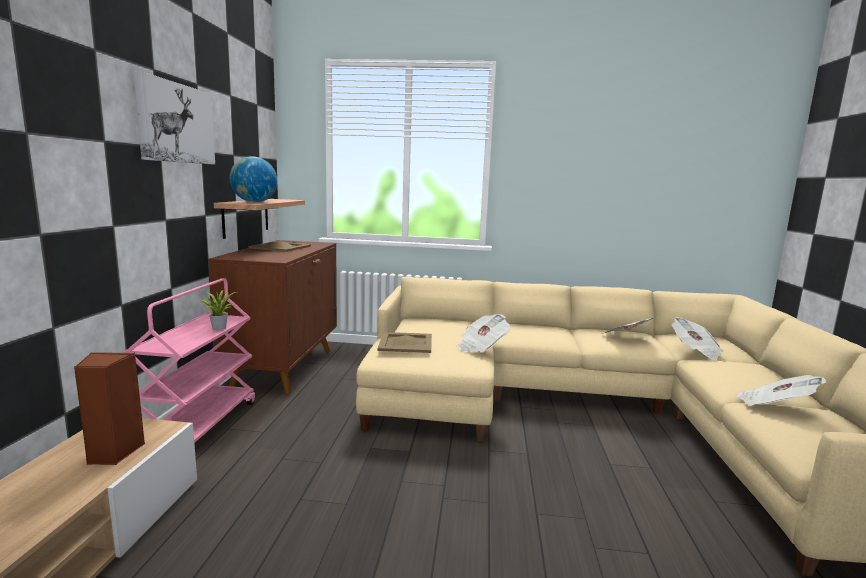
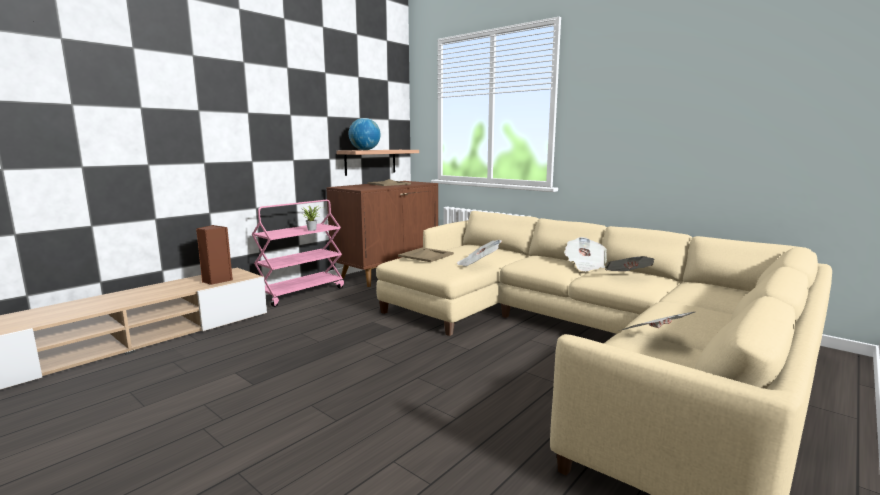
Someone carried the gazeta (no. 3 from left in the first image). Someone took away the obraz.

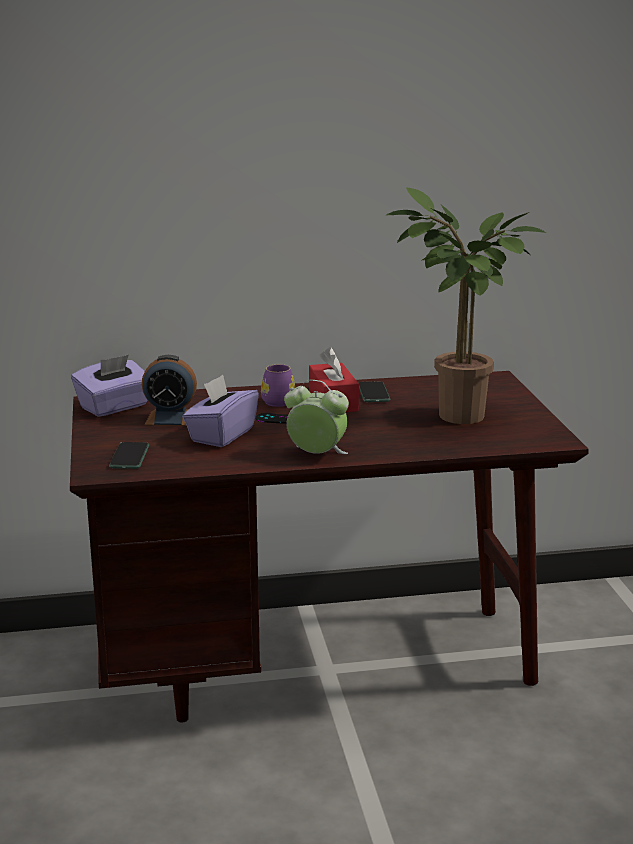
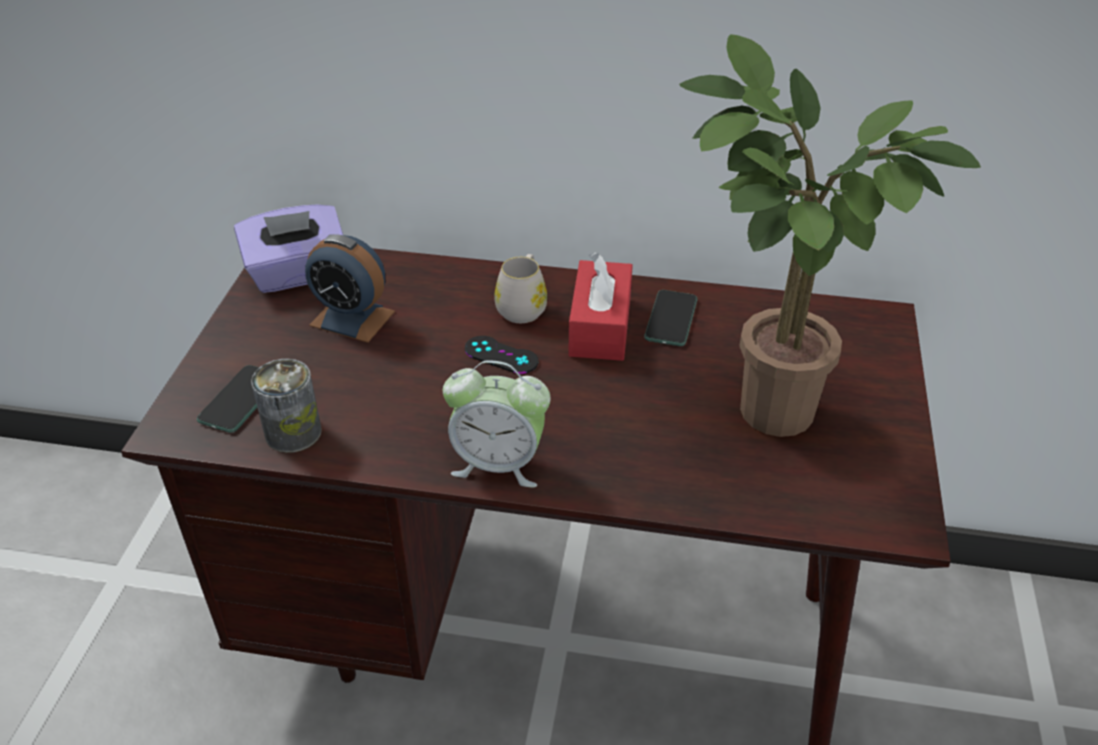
Someone put down the puszka. Someone rotated the budzik (no. 2 from left) by 150 degrees clockwise. Someone repainted the kubek (fioletowy), which became the kubek (biały). Someone took away the pudełko chusteczek (fioletowy) (no. 2 from left).

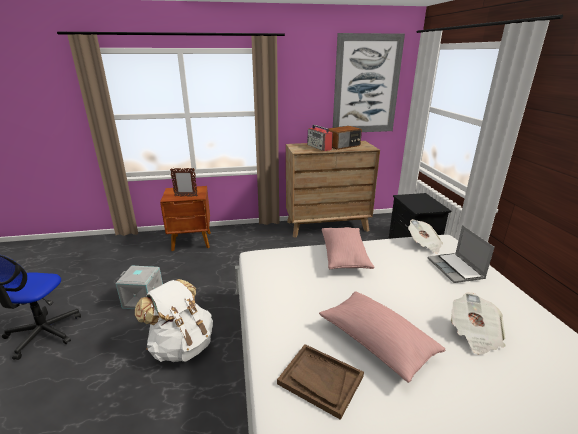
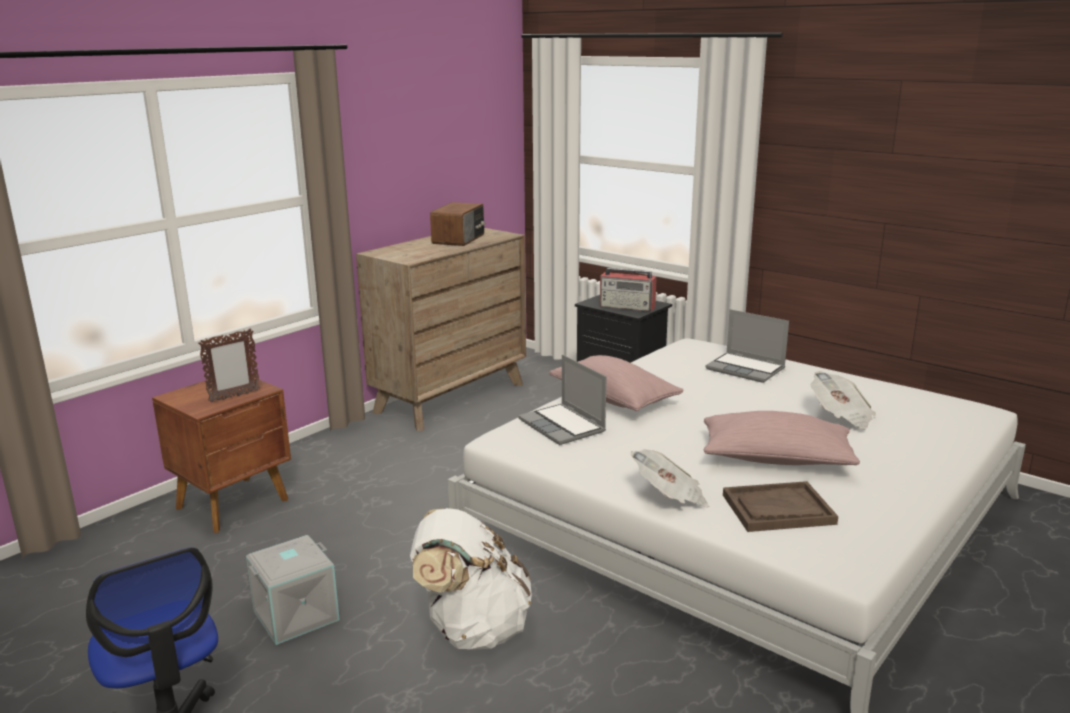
Someone put down the laptop (no. 1 from left). Someone carried the radio (no. 1 from left in the first image). Someone carried the gazeta (no. 1 from left). Someone took away the obraz.

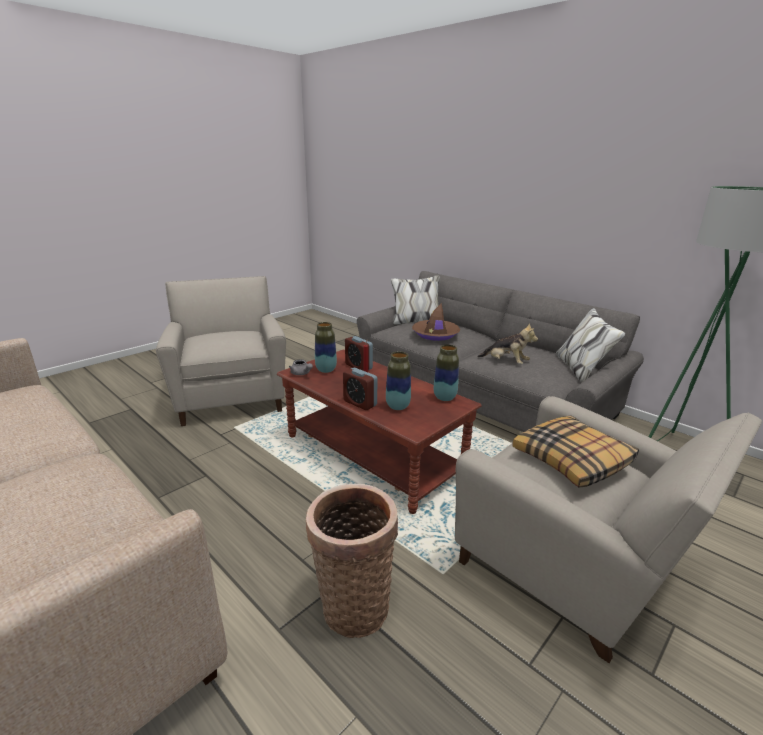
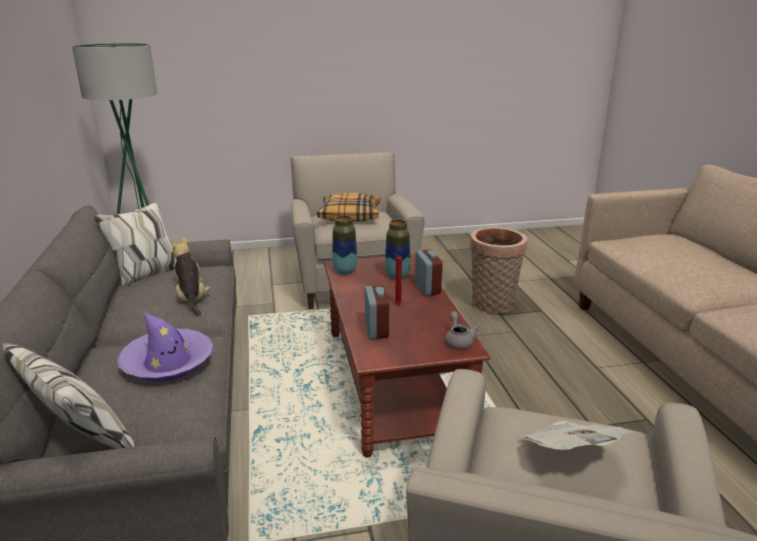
Someone repainted the kapelusz (brązowy), which became the kapelusz (fioletowy). Someone put down the gazeta. Someone took away the wazon (no. 1 from left).

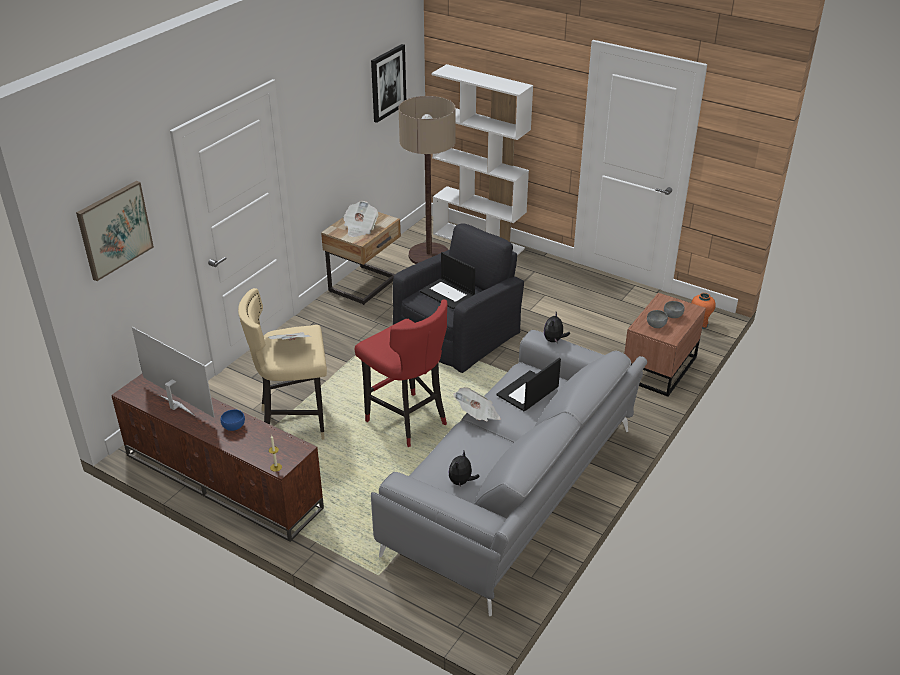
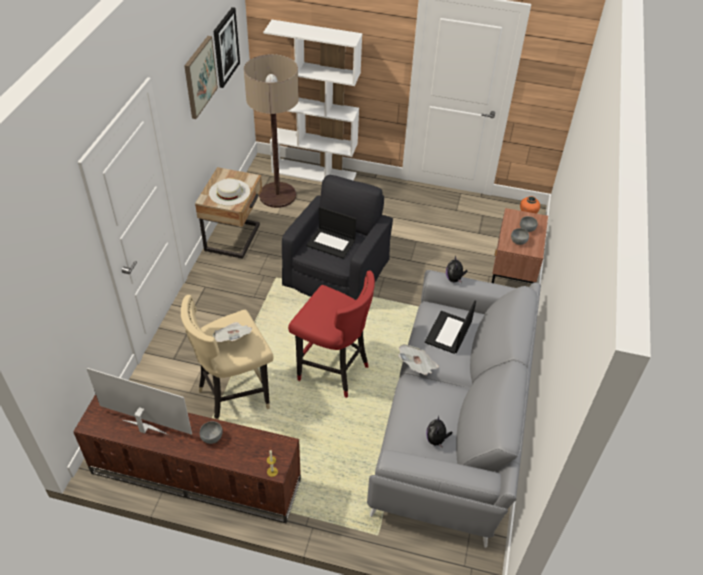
Someone carried the obraz (no. 1 from left). Someone repainted the miska (niebieski), which became the miska (szary) (no. 1 from left). Someone swapped the gazeta (no. 2 from left) for the kapelusz (biały).

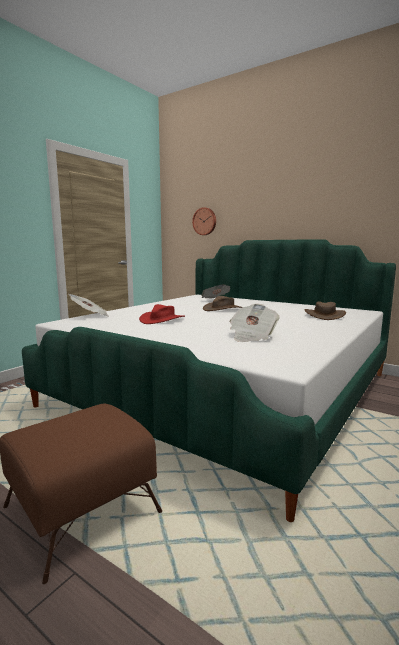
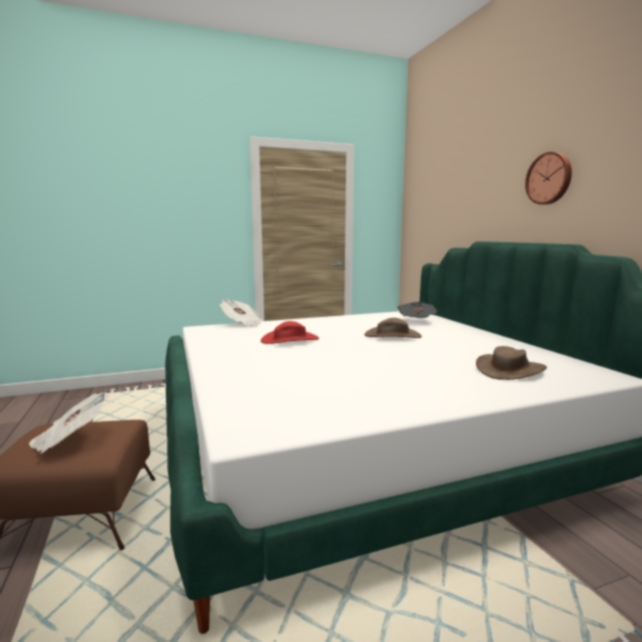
Someone carried the gazeta (no. 3 from left in the first image). Someone carried the zegar ścienny.

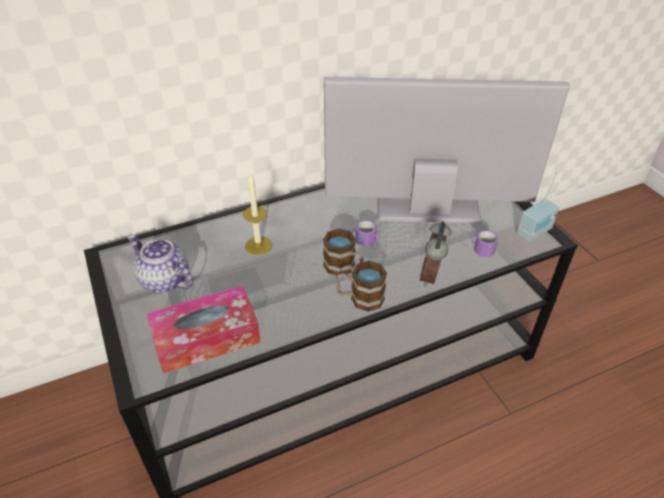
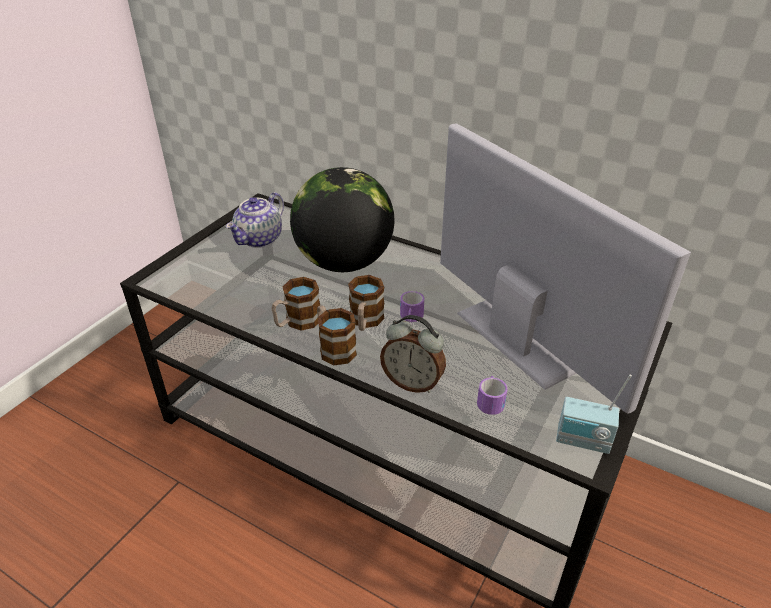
Someone rotated the imbryk by 150 degrees counterclockwise. Someone put down the kubek (no. 1 from left). Someone swapped the świeca for the globus. Someone rotated the budzik by 135 degrees counterclockwise. Someone took away the pudełko chusteczek.

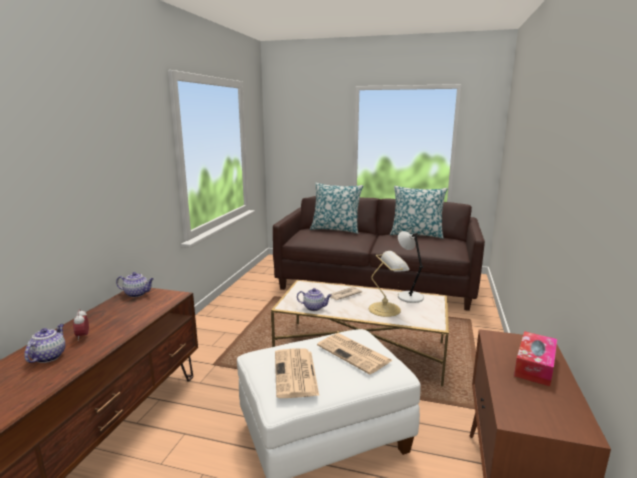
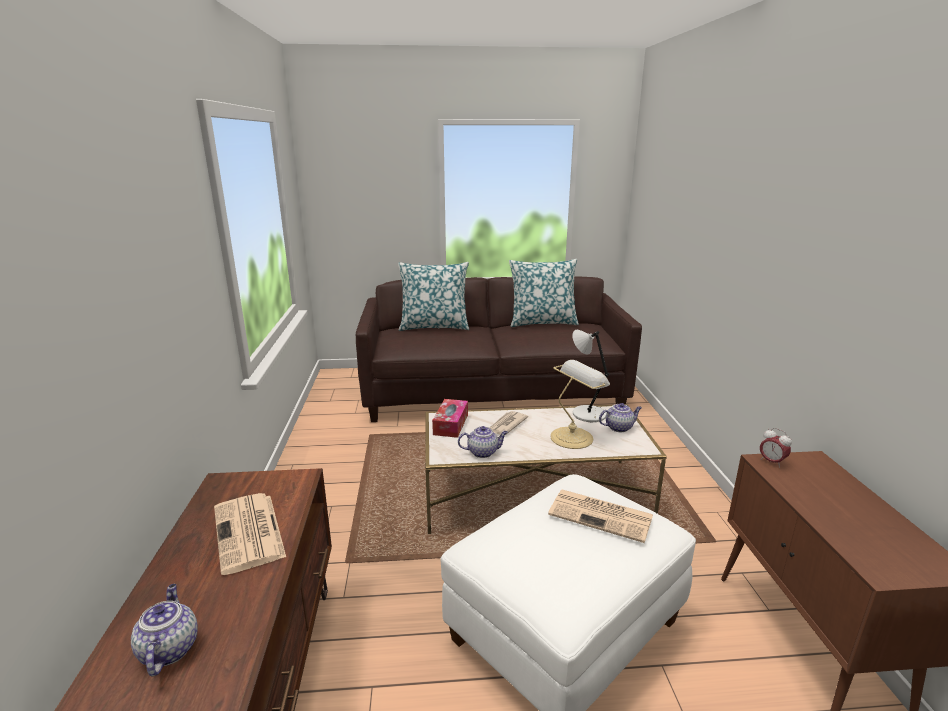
Someone carried the gazeta (no. 1 from left). Someone carried the pudełko chusteczek. Someone carried the imbryk (no. 2 from left in the first image). Someone carried the budzik.

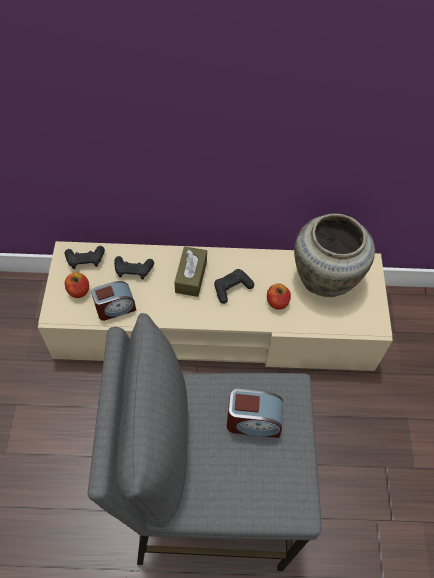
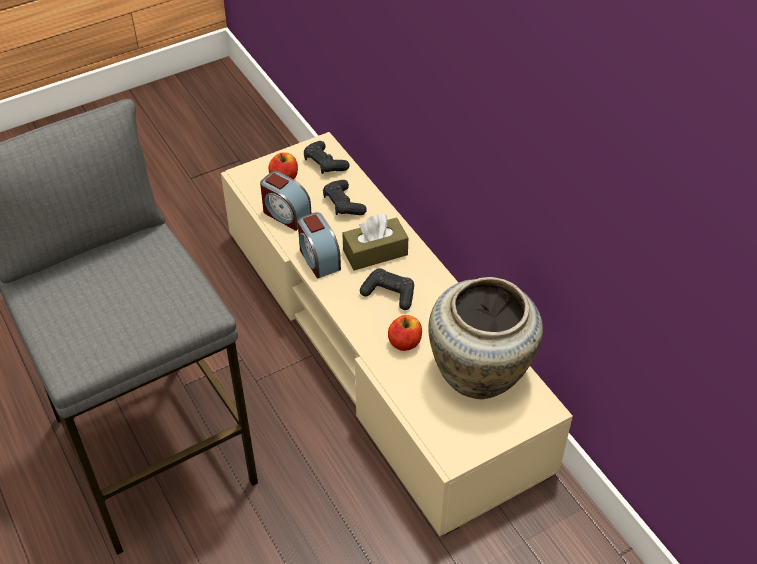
Someone carried the budzik (no. 2 from left).

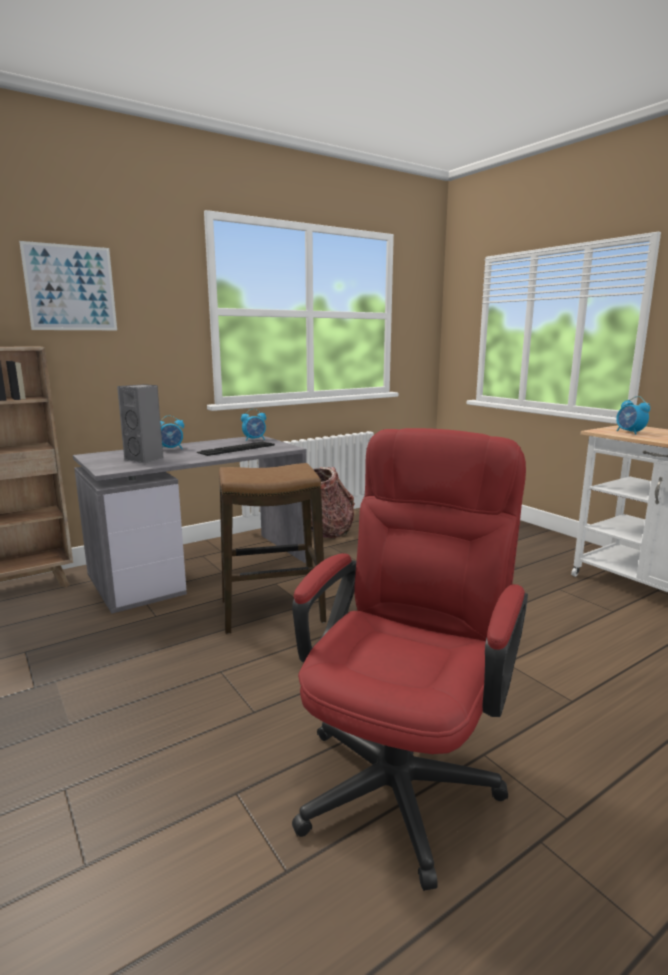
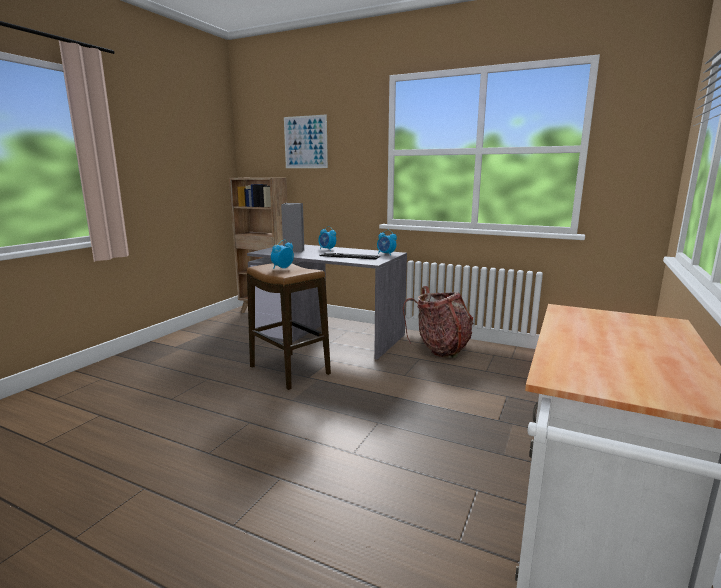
Someone carried the budzik (no. 3 from left in the first image). Someone took away the krzesło biurowe (czerwony).

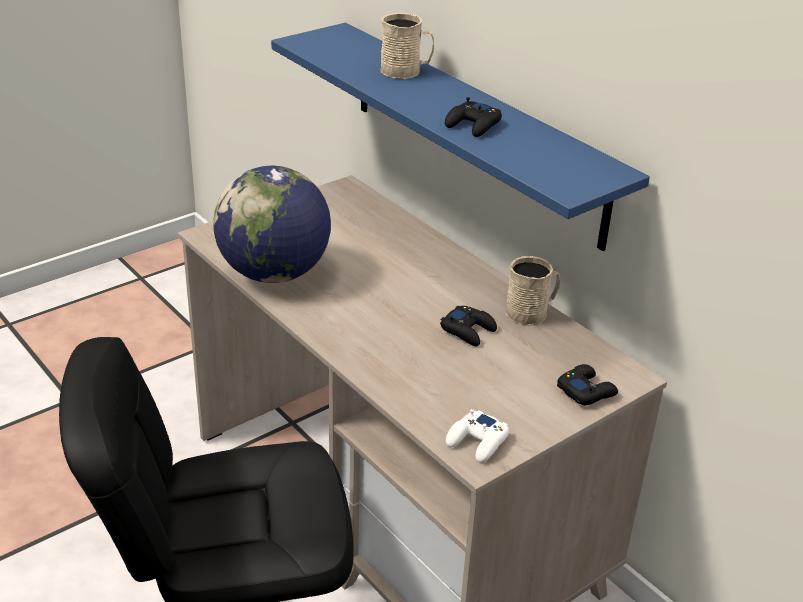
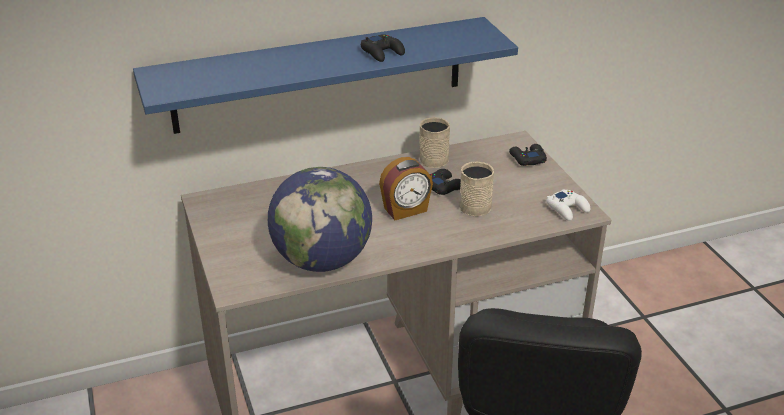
Someone put down the budzik. Someone carried the kubek (beżowy) (no. 1 from left in the first image).

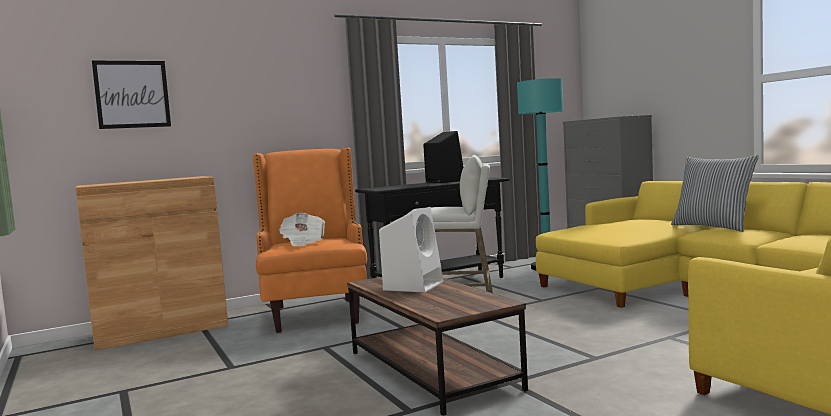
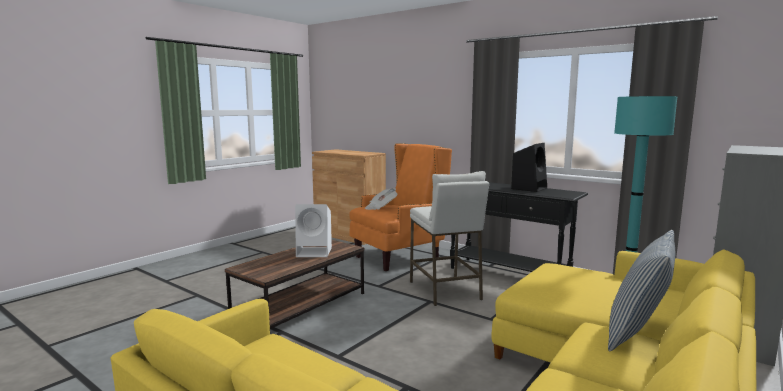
Someone took away the obraz.

